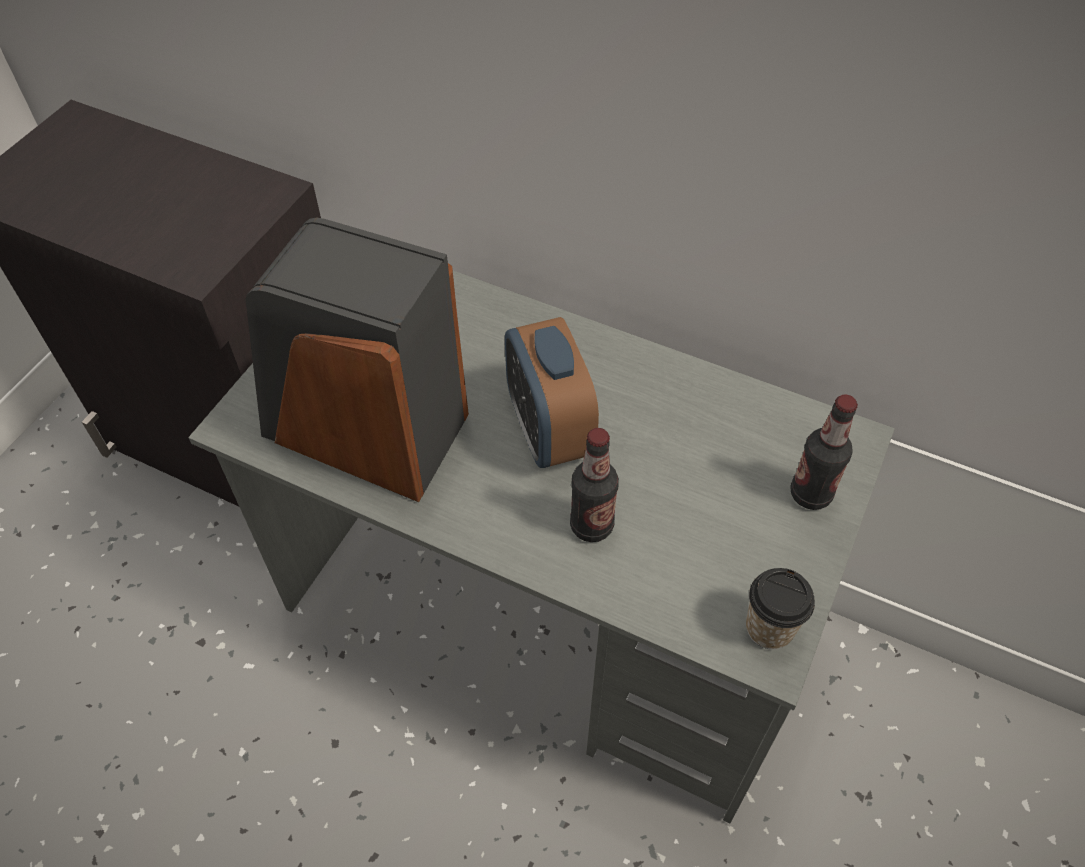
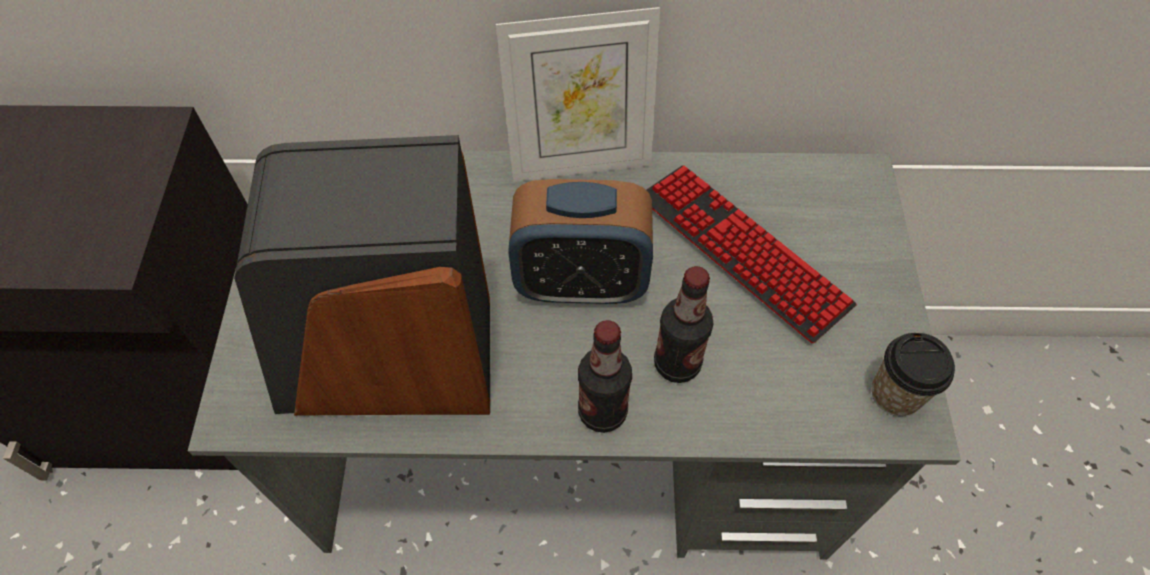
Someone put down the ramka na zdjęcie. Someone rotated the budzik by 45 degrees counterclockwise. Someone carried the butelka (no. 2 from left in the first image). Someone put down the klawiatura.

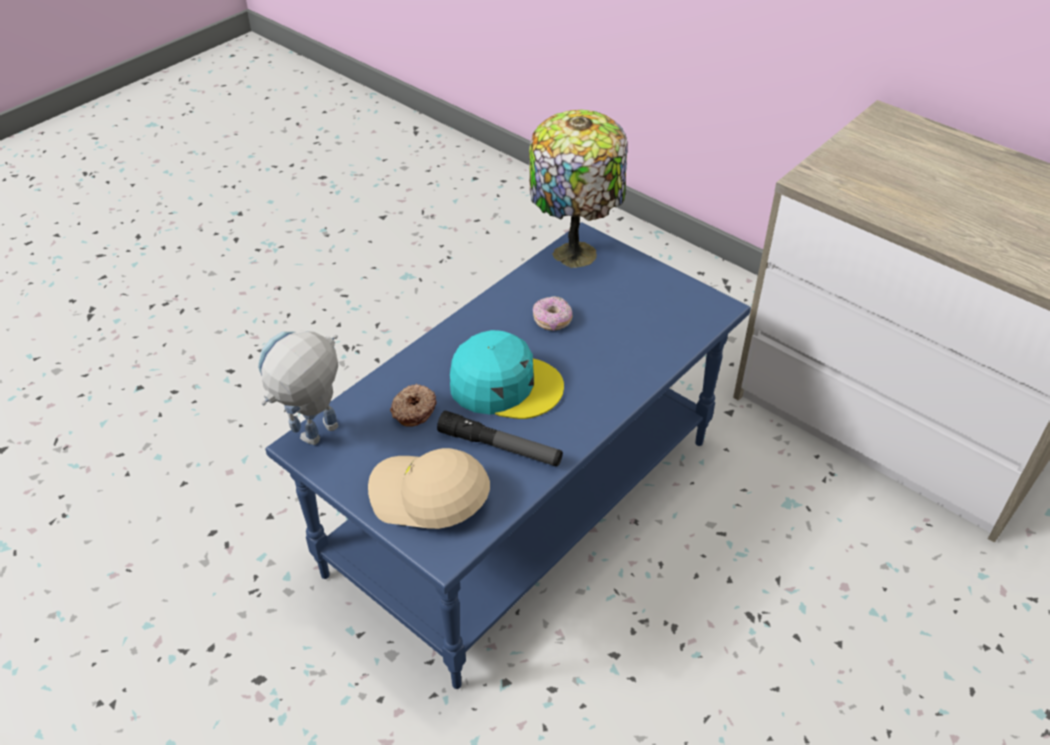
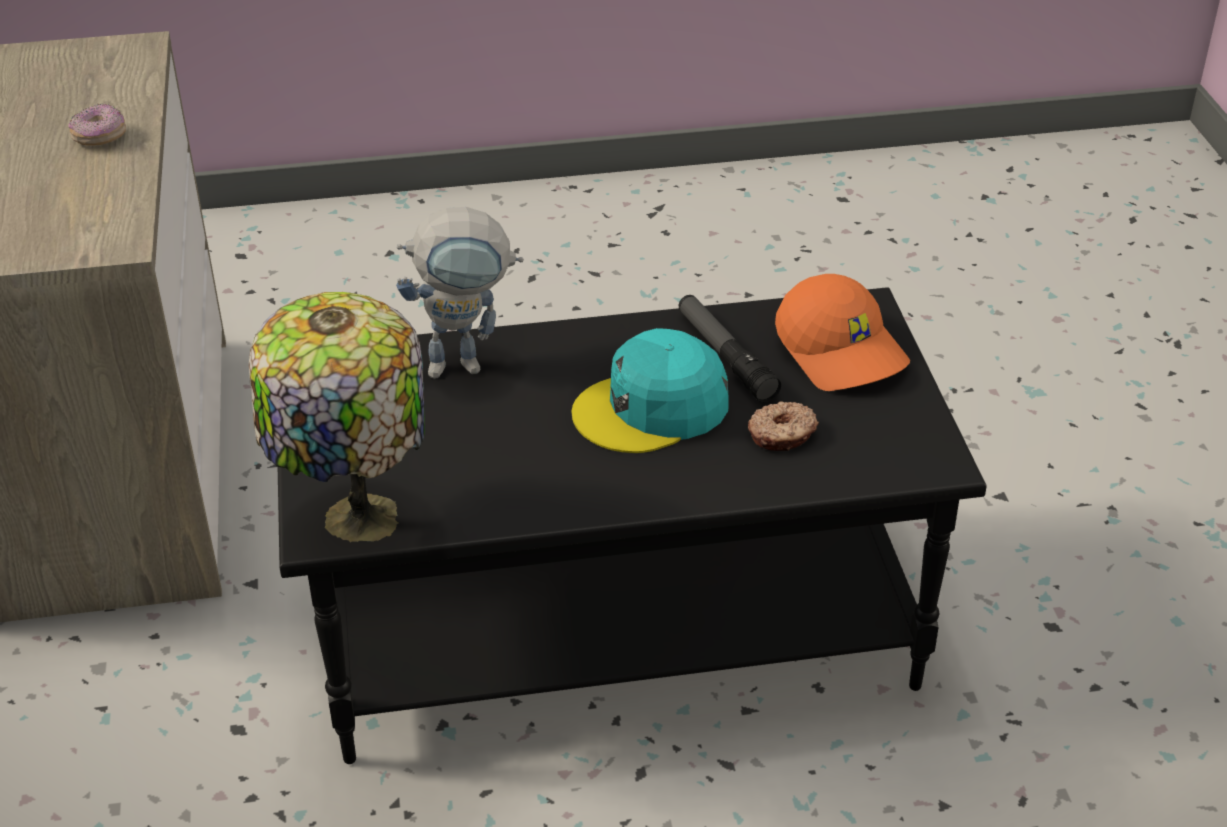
Someone carried the donut (no. 2 from left in the first image). Someone repainted the ława (niebieski), which became the ława (czarny). Someone carried the robot zabawkowy. Someone rotated the czapka z daszkiem (turkusowy) by 75 degrees counterclockwise. Someone repainted the czapka z daszkiem (beżowy), which became the czapka z daszkiem (pomarańczowy).

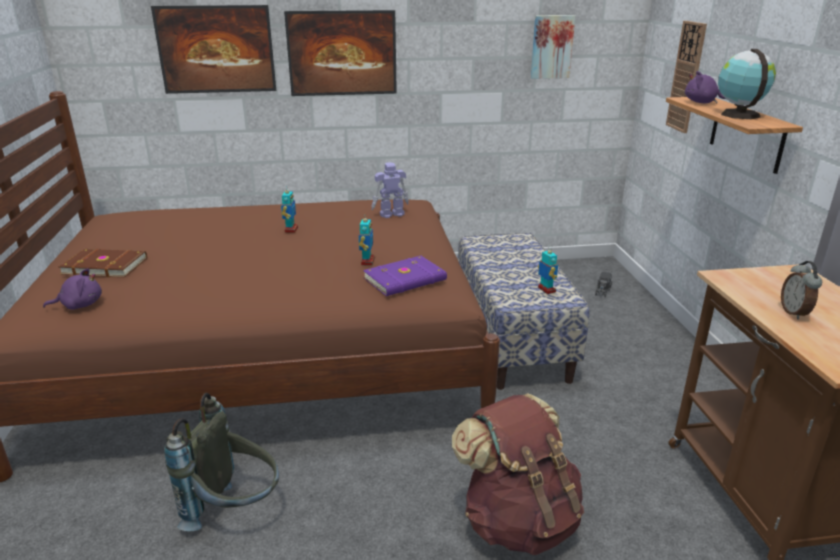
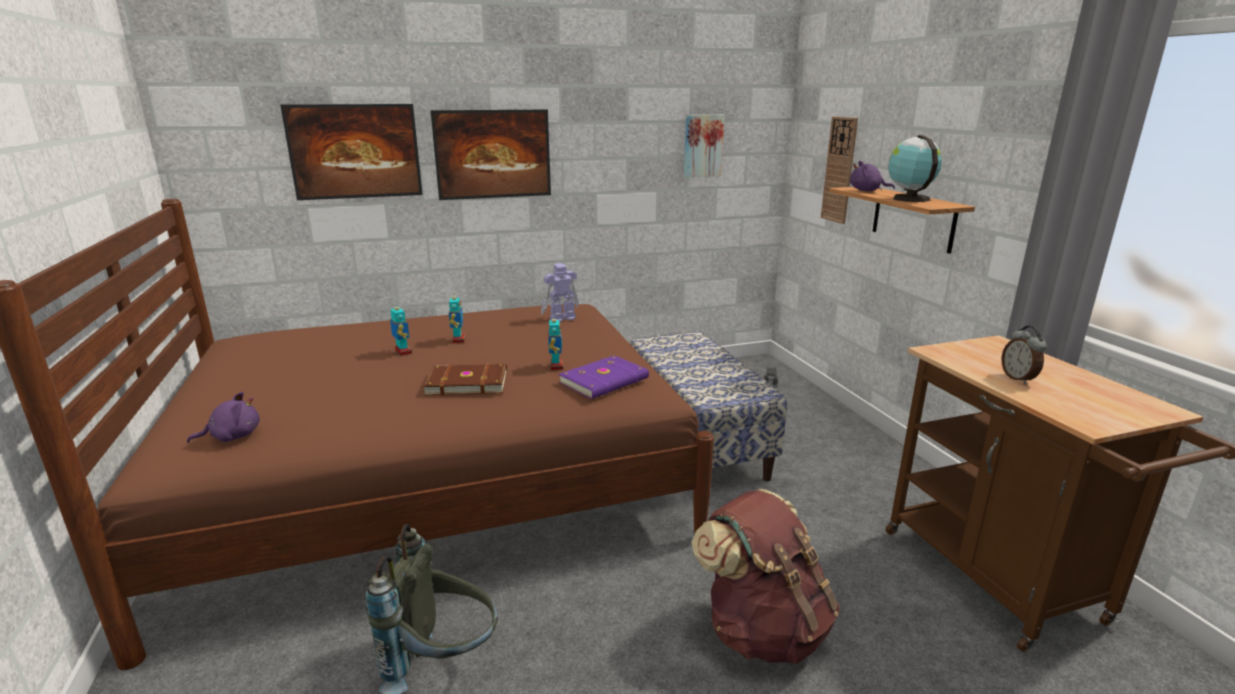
Someone carried the robot zabawkowy (no. 4 from left in the first image). Someone carried the książka (brązowy).

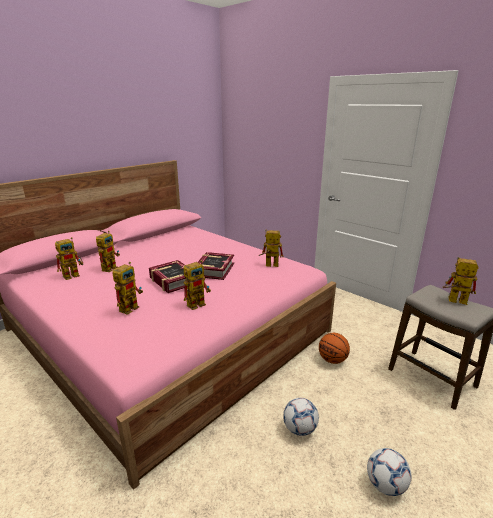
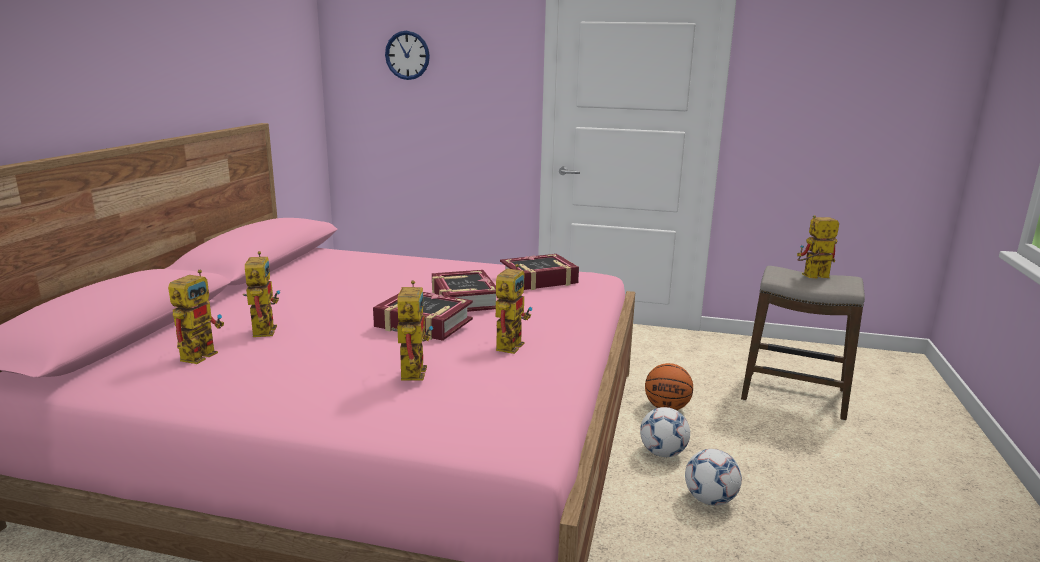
Someone put up the zegar ścienny. Someone swapped the robot zabawkowy (no. 5 from left) for the książka (no. 3 from left). Someone carried the piłka futbolowa (no. 2 from left in the first image).

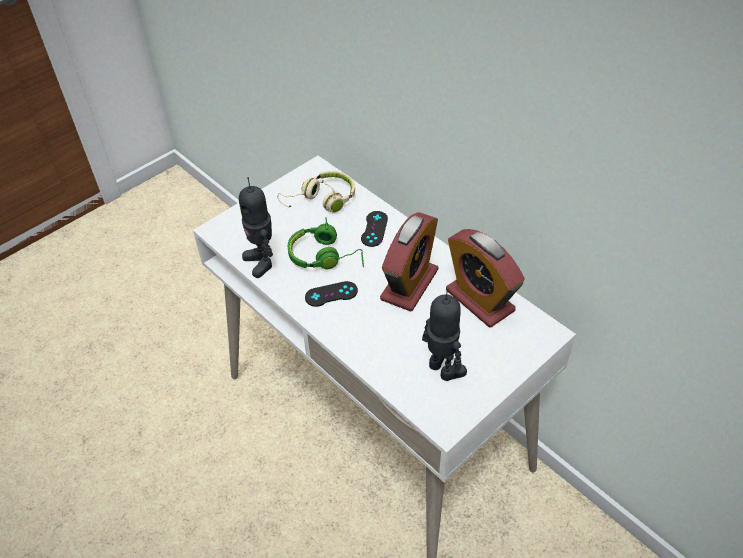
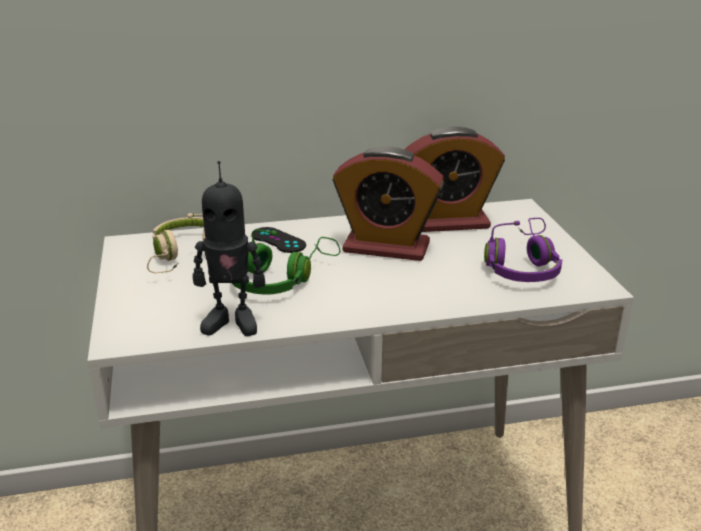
Someone rotated the budzik (no. 1 from left) by 135 degrees clockwise. Someone swapped the robot zabawkowy (no. 2 from left) for the słuchawki (fioletowy). Someone took away the pad do gier (czarny) (no. 1 from left).

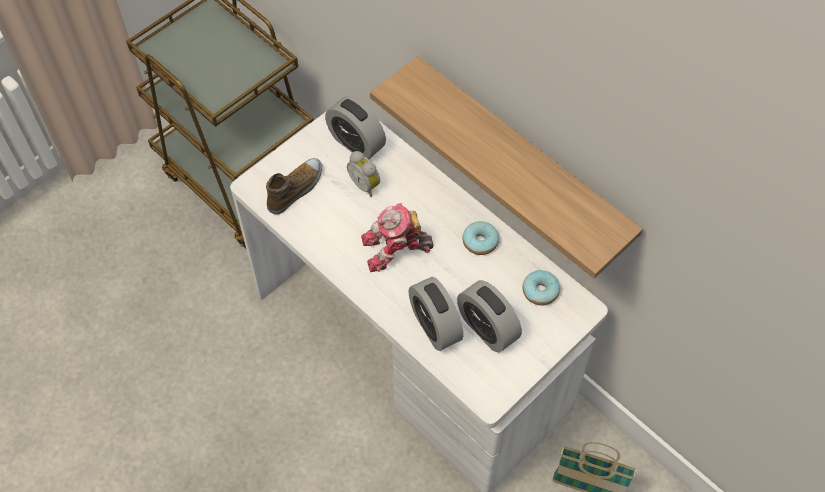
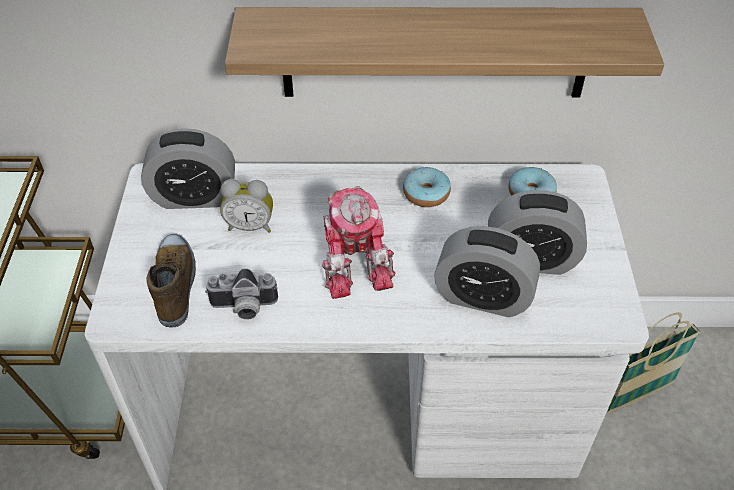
Someone put down the aparat fotograficzny. Someone rotated the robot zabawkowy by 45 degrees counterclockwise.

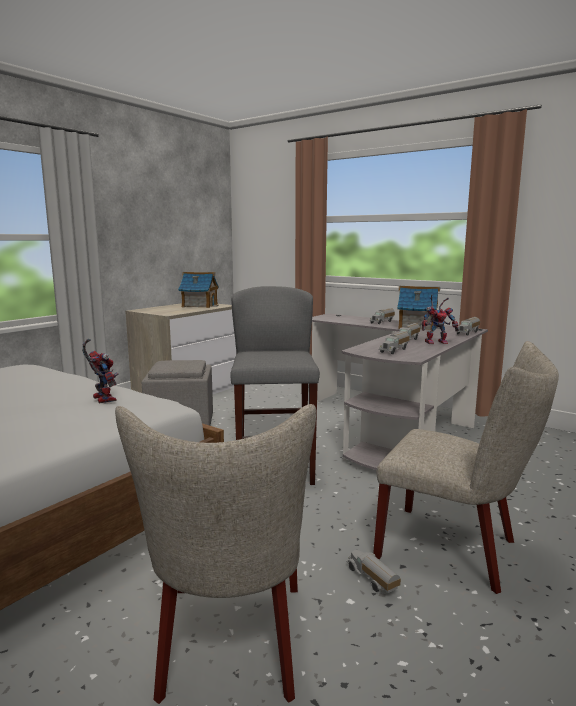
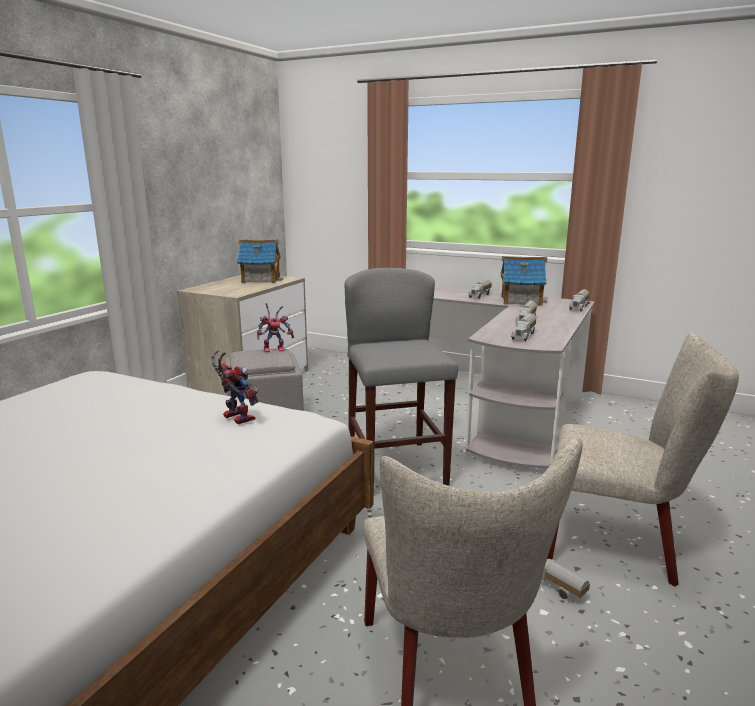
Someone carried the robot zabawkowy (no. 2 from left).

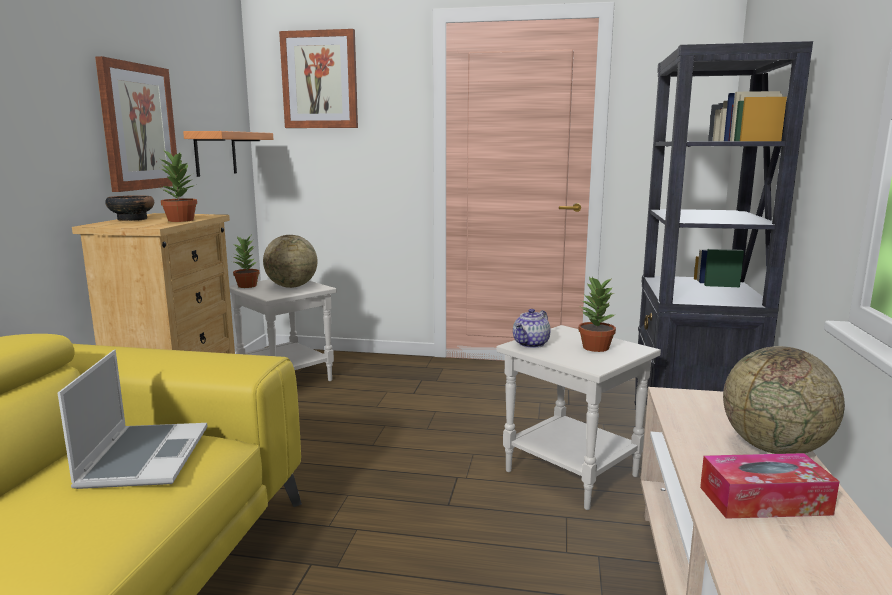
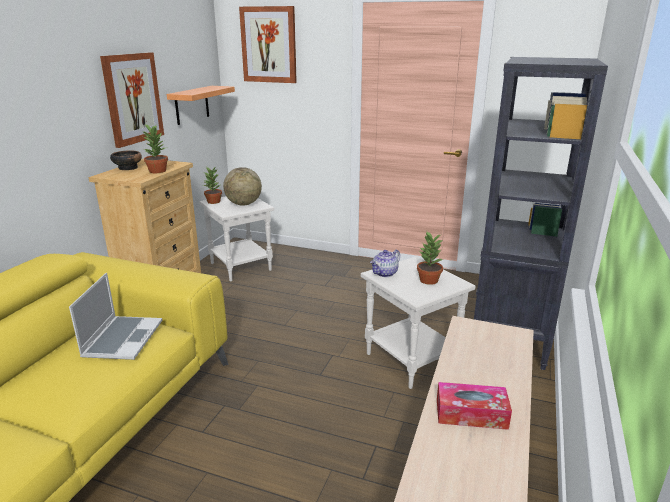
Someone took away the globus (no. 2 from left).

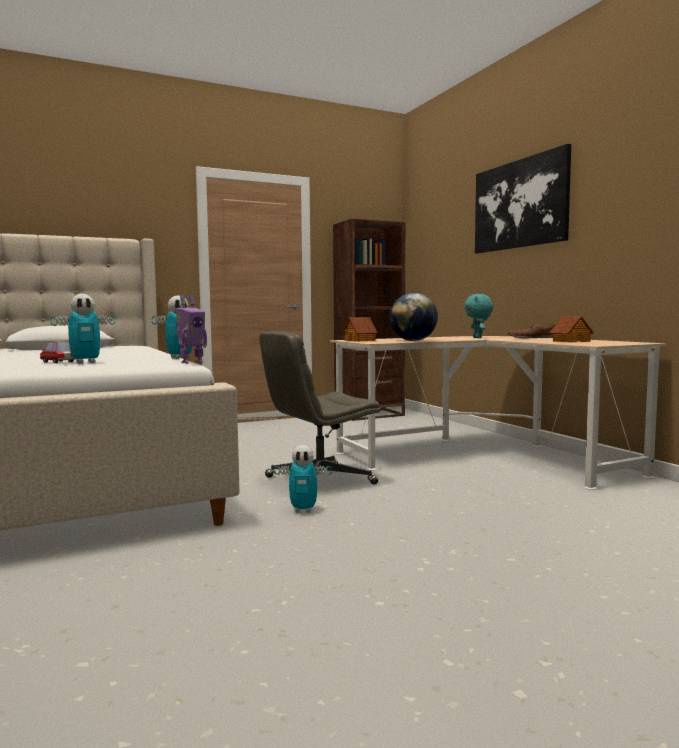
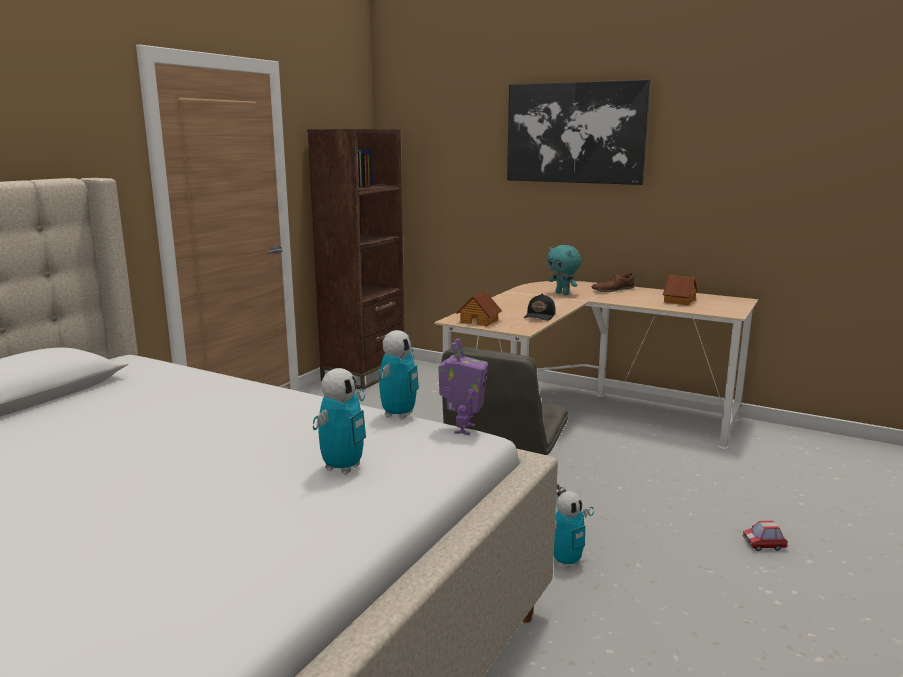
Someone swapped the globus for the czapka z daszkiem (czarny). Someone carried the samochodzik.

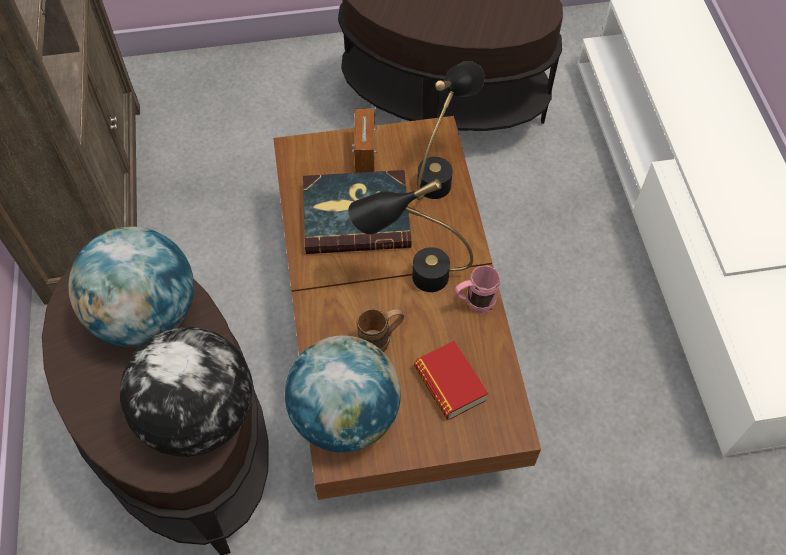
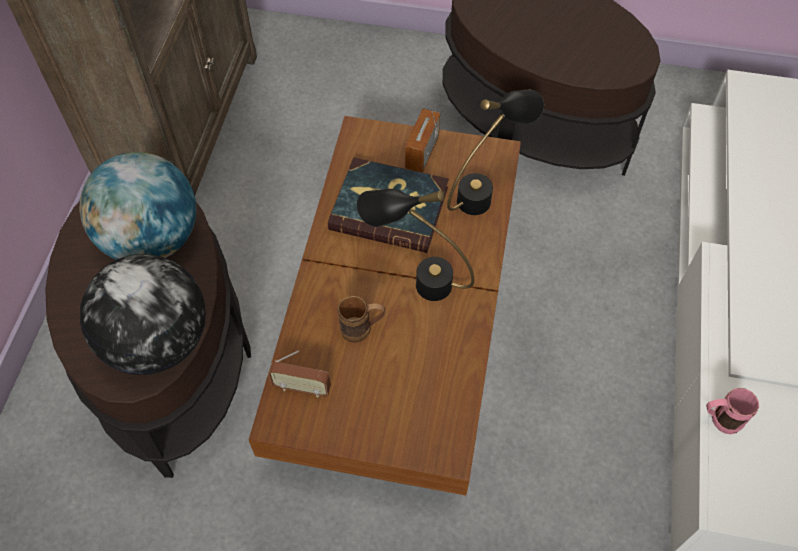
Someone swapped the globus (no. 3 from left) for the radio (no. 1 from left). Someone carried the kubek (różowy). Someone took away the książka (no. 2 from left).

